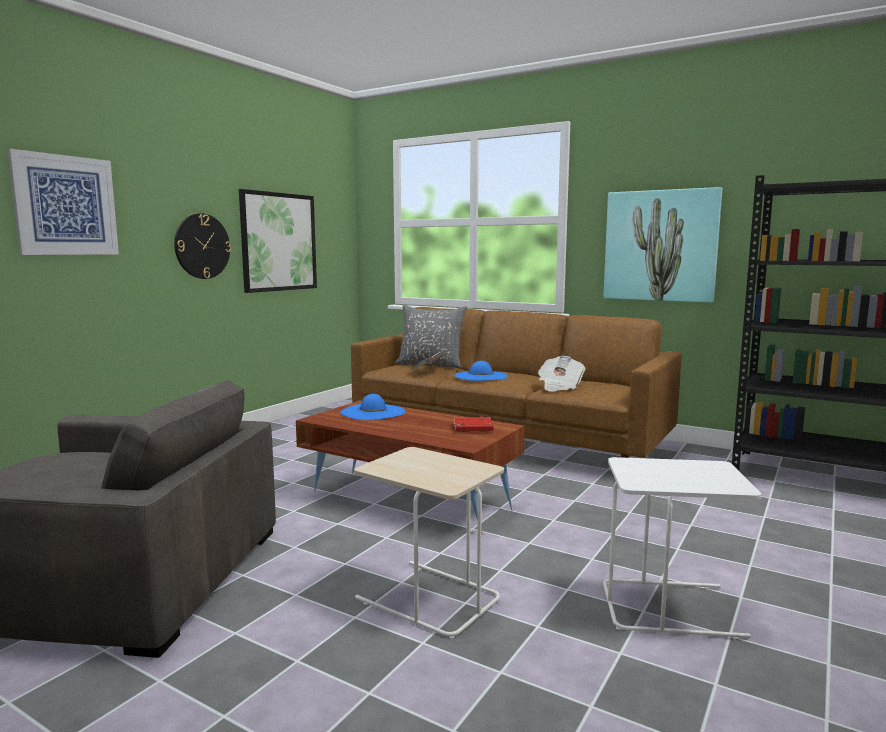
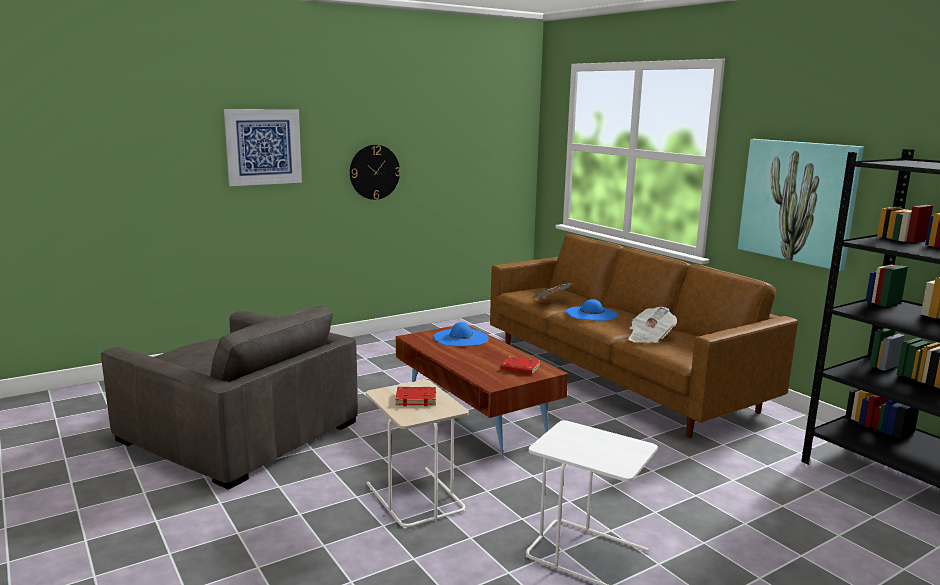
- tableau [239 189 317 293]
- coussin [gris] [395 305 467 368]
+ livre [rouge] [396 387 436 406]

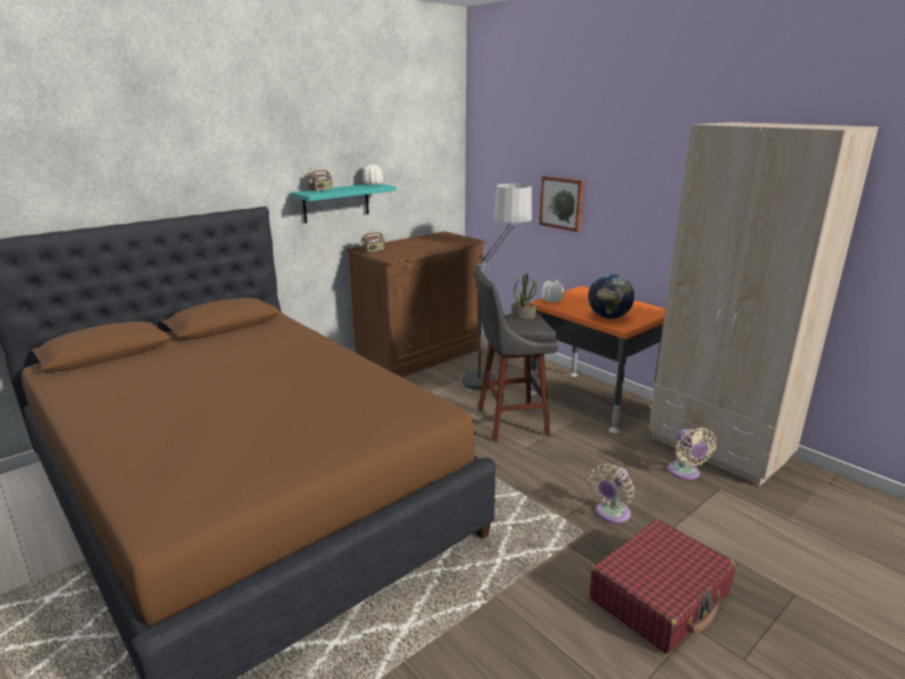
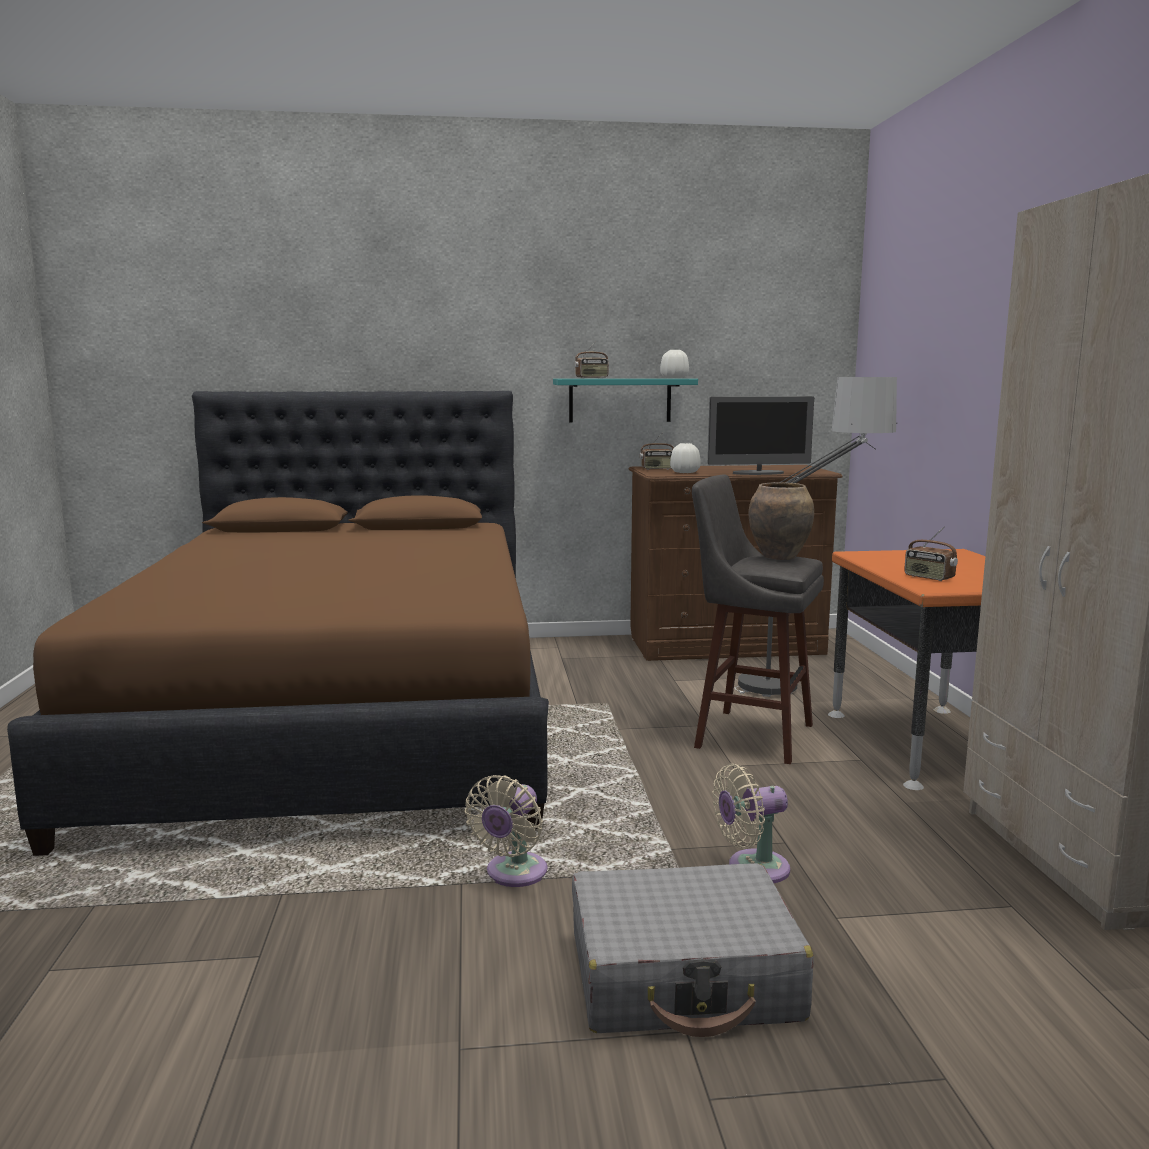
- tableau [539 176 584 232]
~ plante en pot [511 273 537 319] to vase [marron] [749 482 814 560]
~ globe [588 274 635 319] to radio [904 526 958 581]
~ vase [blanc] [541 279 564 302] to [670 443 701 473]
~ ventilateur [beige] [667 428 717 480] to [465 775 548 887]
~ valise [rouge] [590 519 735 654] to valise [gris] [572 863 814 1037]
+ écran d'ordinateur [708 396 814 475]

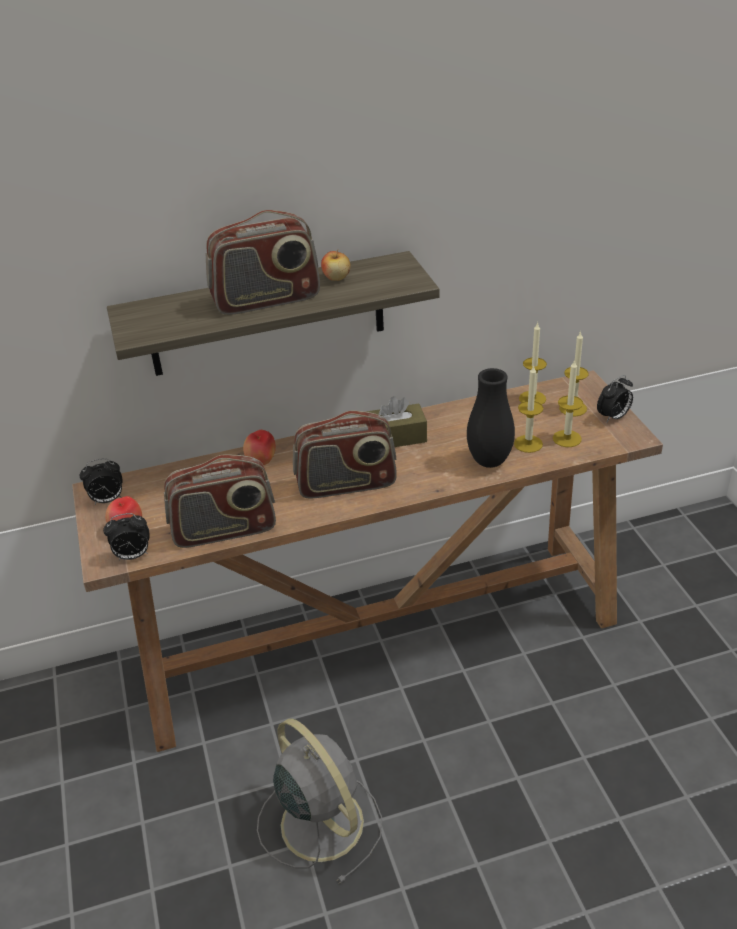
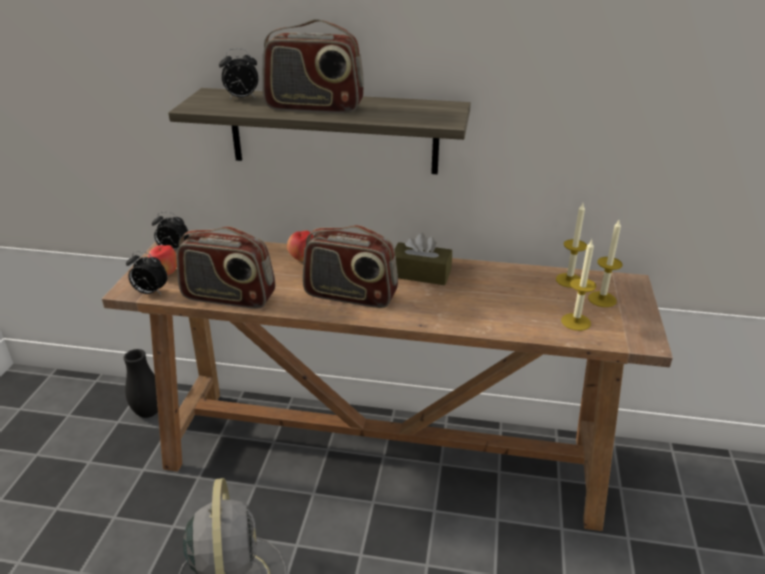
- pomme [321 251 351 281]
- bougie [514 365 543 453]
~ vase [noir] [467 368 515 468] to [124 349 158 418]
~ réveil [597 375 633 422] to [219 48 258 99]

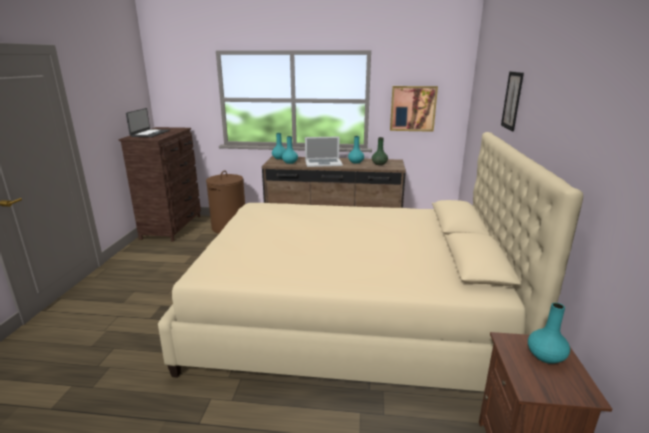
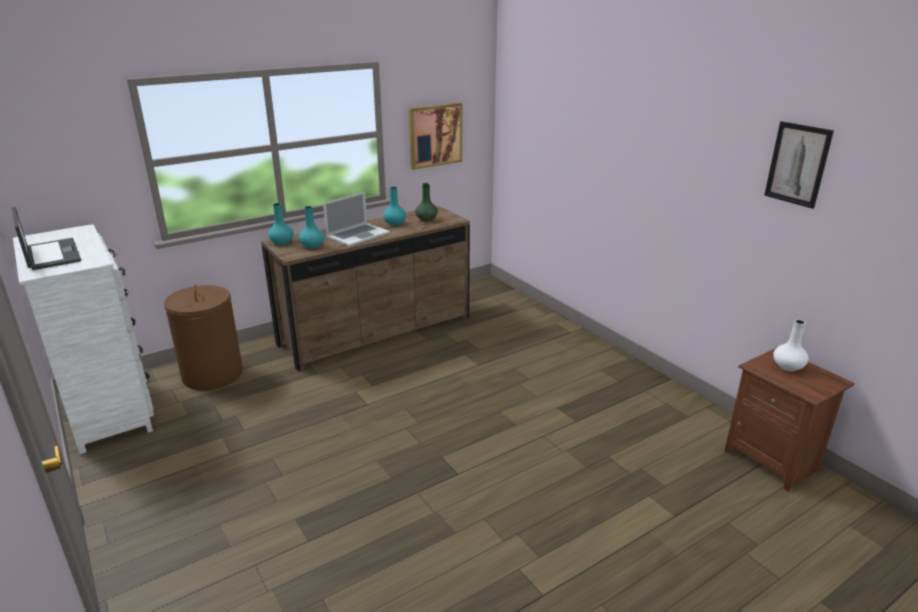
~ tableau [501 71 524 132] to [764 121 834 209]
~ commode [marron] [118 127 201 241] to commode [blanc] [13 224 154 454]
- lit [beige] [158 132 583 392]
~ vase [turquoise] [528 303 570 364] to vase [blanc] [773 320 809 371]

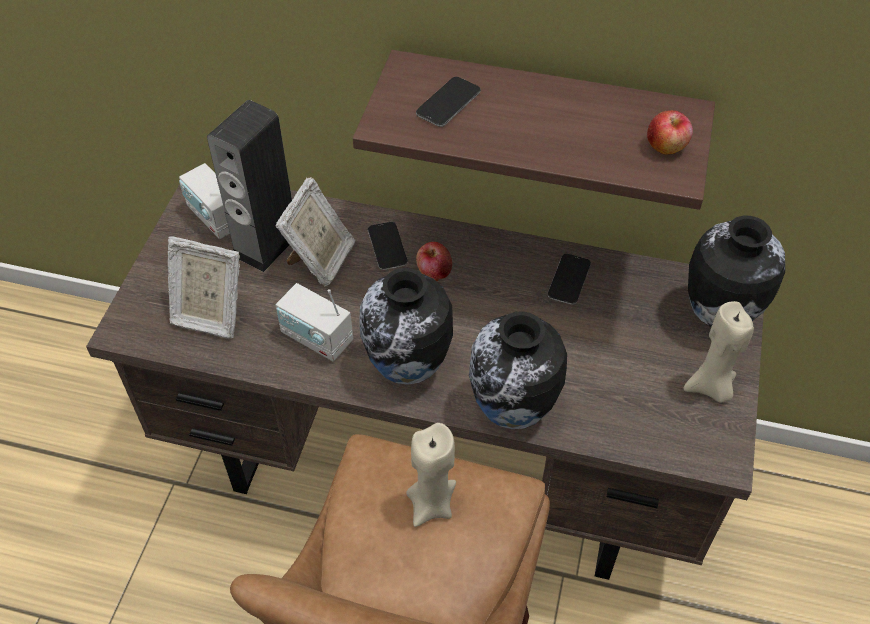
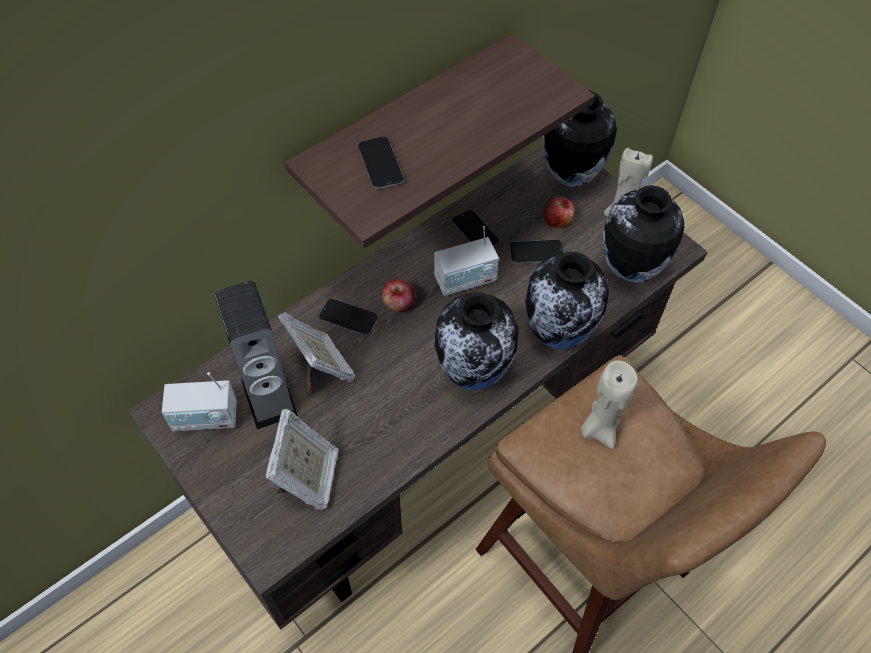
~ pomme [647 110 693 154] to [543 197 574 228]
~ cadre photo [168 237 240 339] = [266 409 339 510] 45 degrees counterclockwise
~ radio [276 283 353 362] to [434 226 499 296]
+ vase [603 185 684 283]
+ téléphone [510 240 564 263]

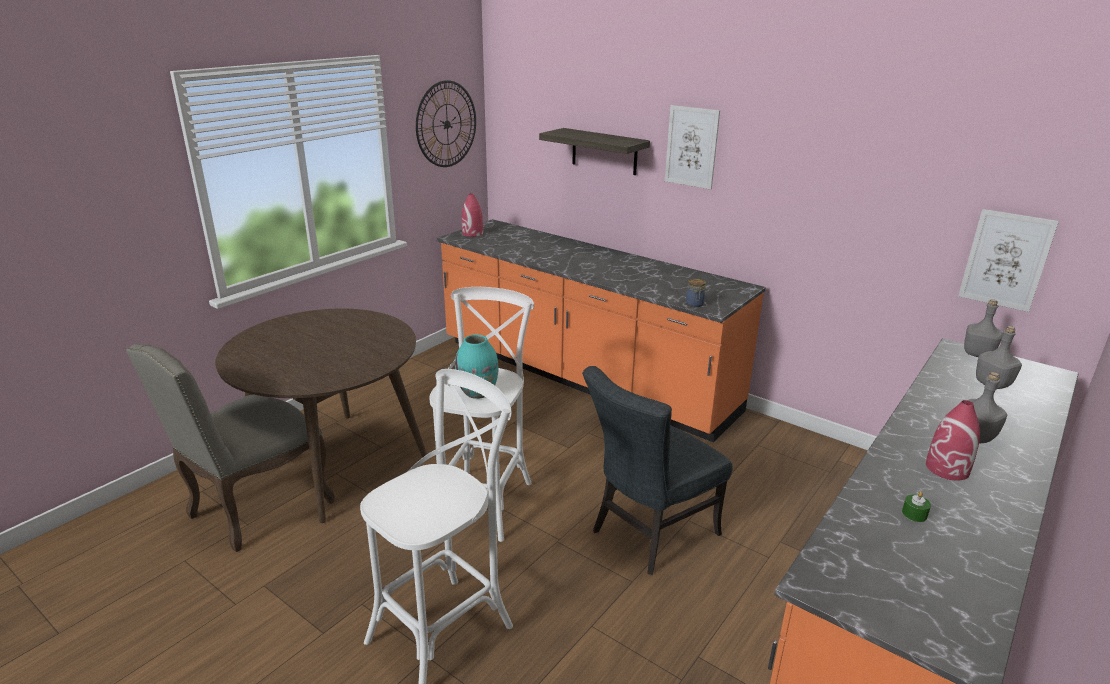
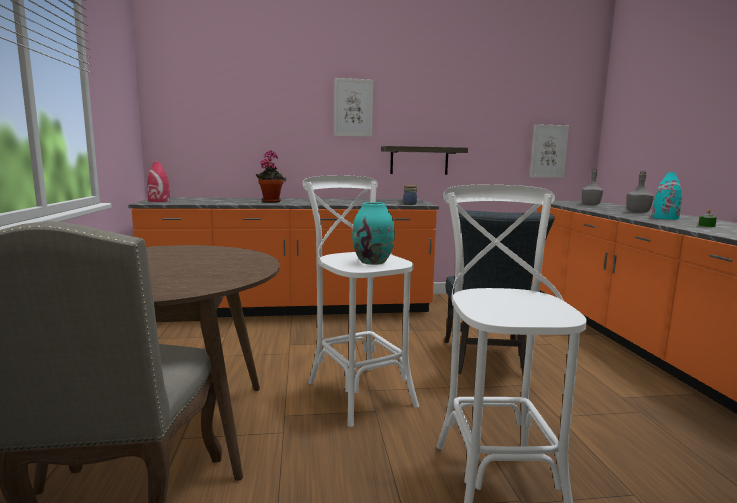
- horloge murale [416 80 476 167]
~ étagère [539 128 650 175] to [381 146 468 175]
- bouteille [gris] [964 299 1003 357]
~ vase [rouge] [926 400 980 481] to vase [turquoise] [652 172 682 220]
+ plante en pot [256 151 287 203]

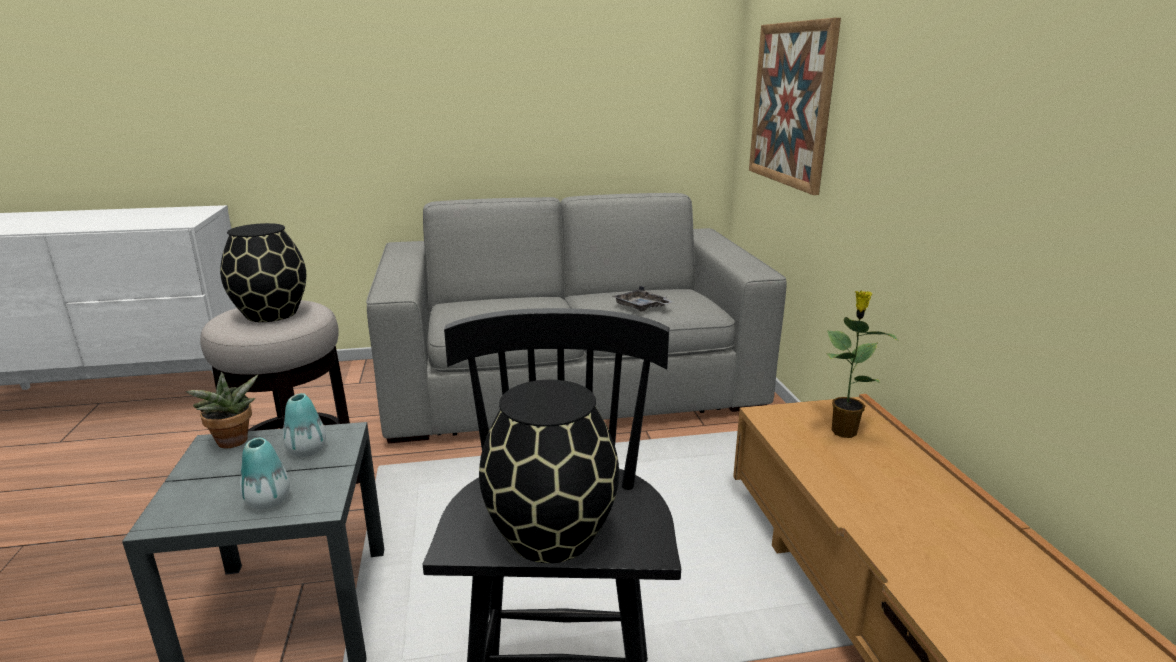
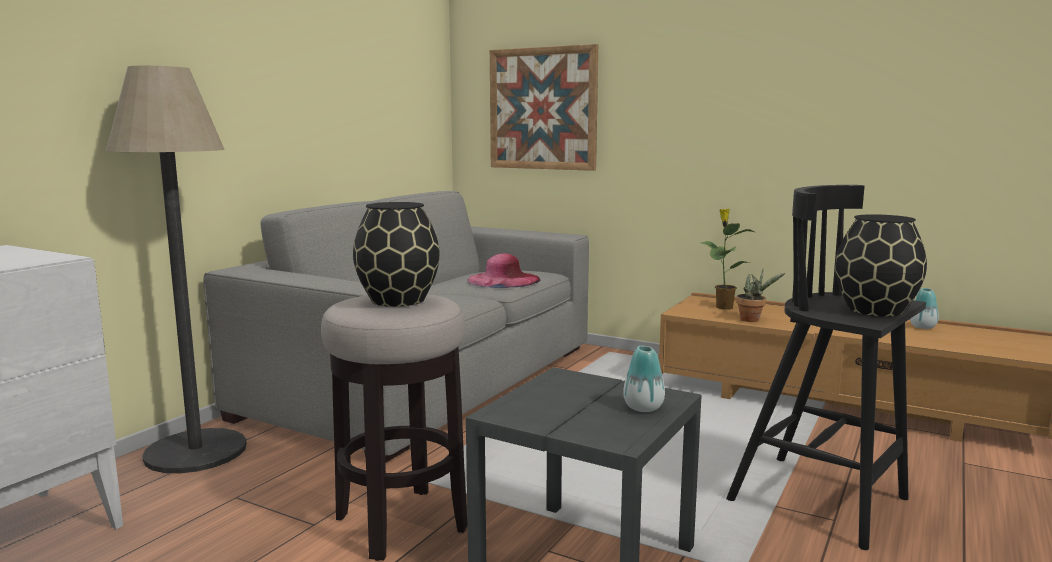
~ plateau [gris] [612 286 674 312] to chapeau [rose] [467 254 541 288]
~ plante en pot [185 372 258 448] to [736 269 785 322]
~ vase [283 393 326 457] to [910 288 939 329]
+ lampadaire [106 66 247 473]

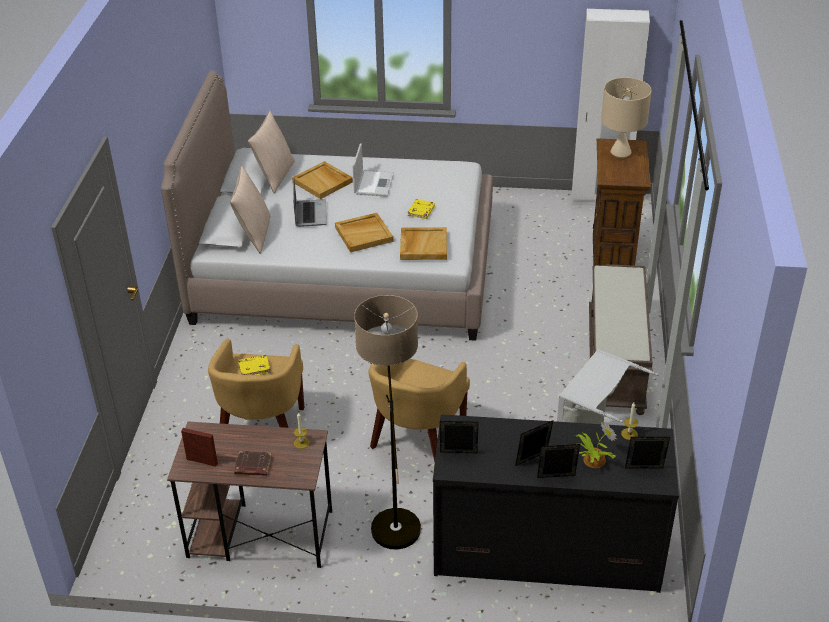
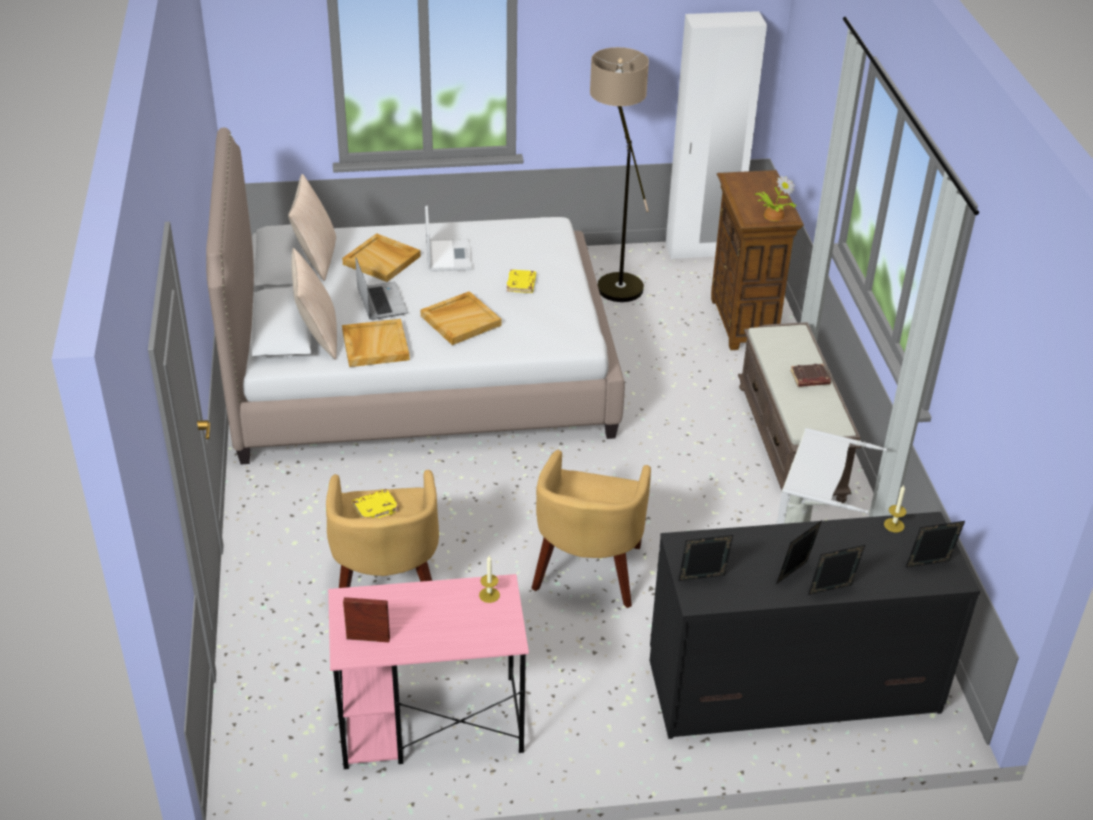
- lampe de table [beige] [601 78 652 158]
~ plateau [beige] [400 227 447 260] to [342 319 410 367]
~ lampadaire [354 295 421 550] to [590 47 649 302]
~ bureau [marron] [167 422 332 568] to bureau [rose] [328 574 529 769]
~ plante en pot [576 422 616 468] to [755 176 796 221]
~ livre [marron] [234 451 272 476] to [790 364 831 387]

